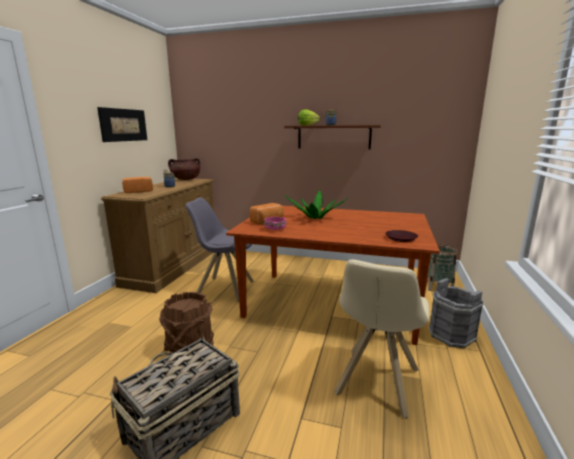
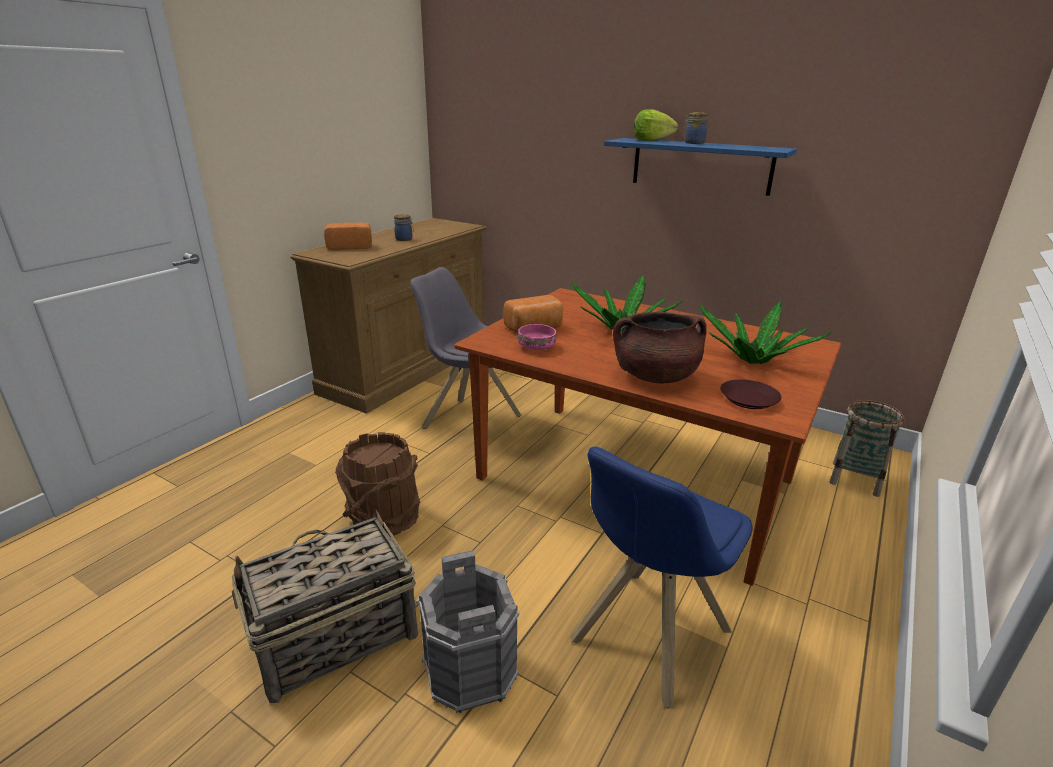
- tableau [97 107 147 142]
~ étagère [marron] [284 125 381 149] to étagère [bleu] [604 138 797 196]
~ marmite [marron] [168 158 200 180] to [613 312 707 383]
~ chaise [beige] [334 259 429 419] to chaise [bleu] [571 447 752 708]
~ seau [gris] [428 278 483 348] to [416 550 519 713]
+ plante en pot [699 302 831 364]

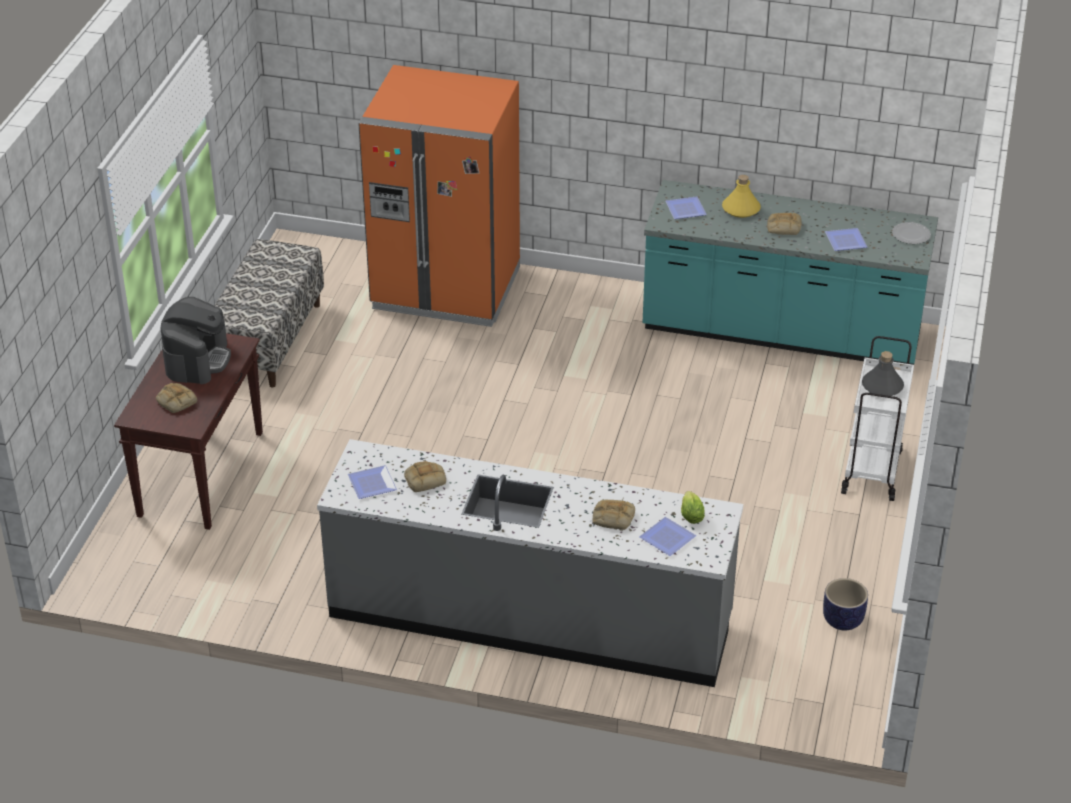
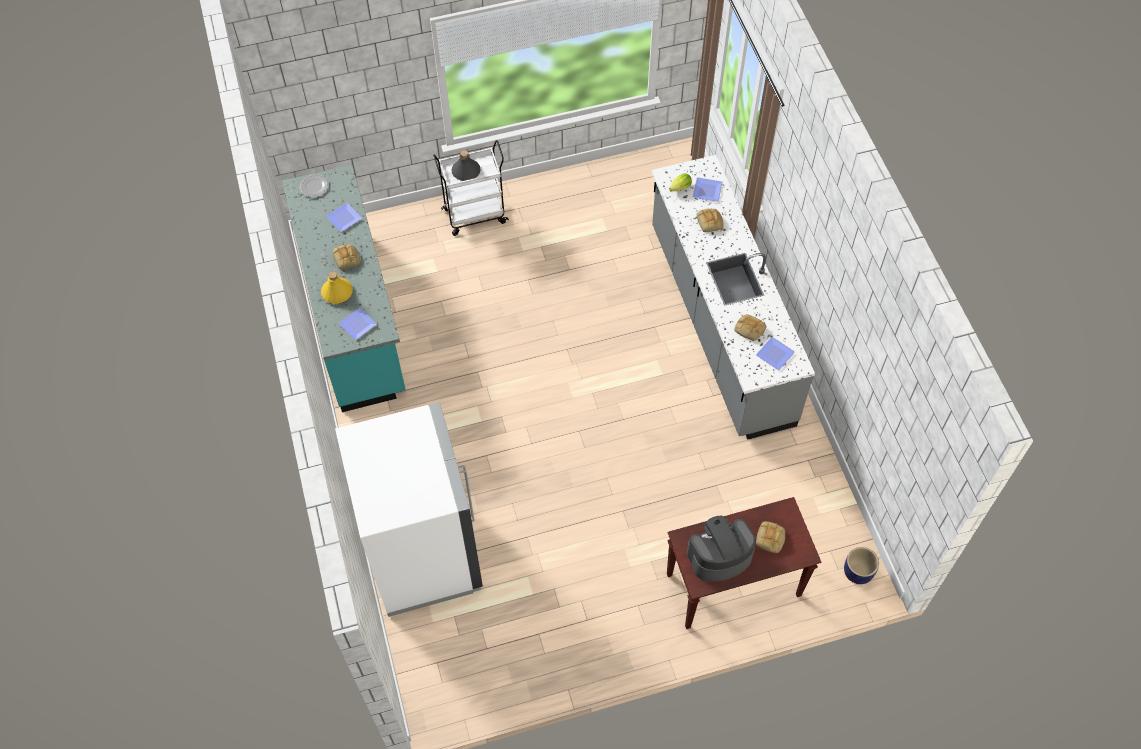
~ réfrigérateur [orange] [358 65 520 327] to réfrigérateur [blanc] [335 402 483 617]
- banc [214 239 324 387]
~ cache-pot [823 578 868 630] to [844 547 879 584]

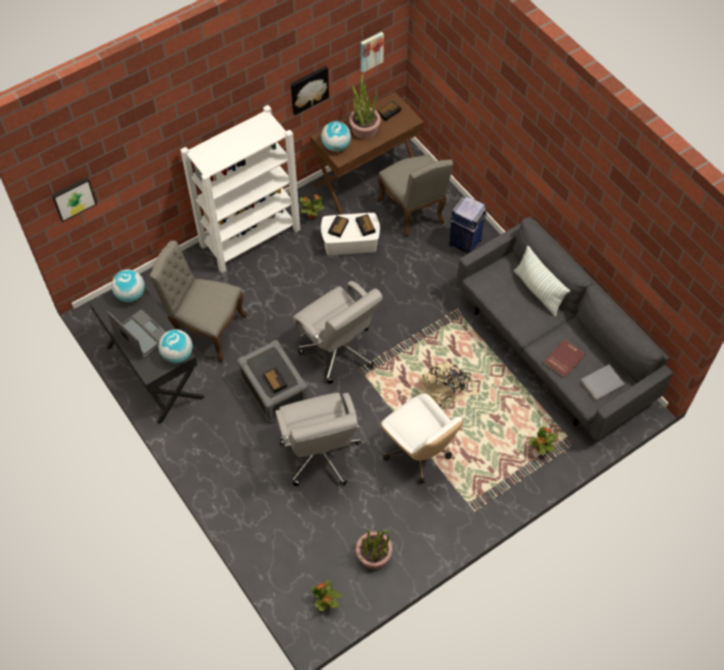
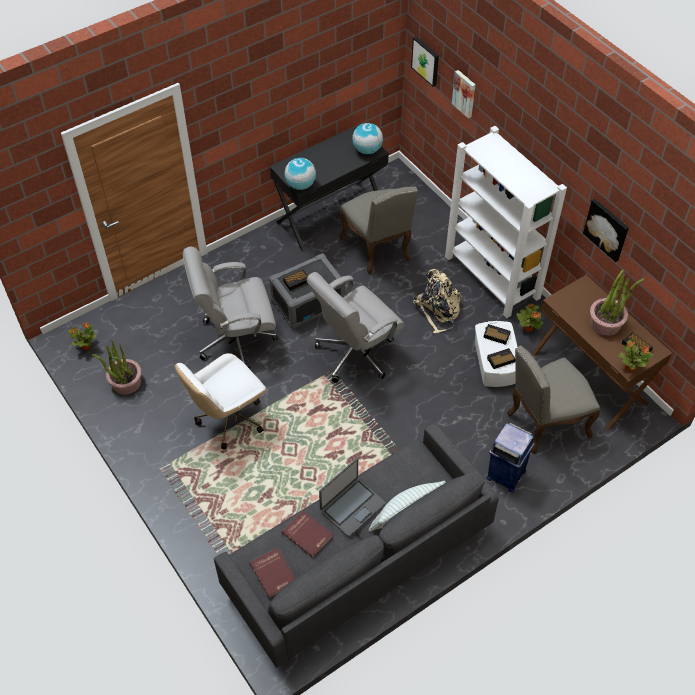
~ tableau [361 32 384 73] to [452 70 476 118]
- globe [321 121 351 152]
~ chaise [gris] [150 240 247 363] = [340 187 418 274] 135 degrees clockwise
~ ordinateur portable [107 310 166 358] to [319 458 385 537]
~ sac à dos [beige] [422 361 478 410] to [413 269 462 333]
~ livre [gris] [580 364 625 401] to livre [rouge] [249 548 295 598]
~ plante en pot [529 427 557 455] to [618 340 653 372]

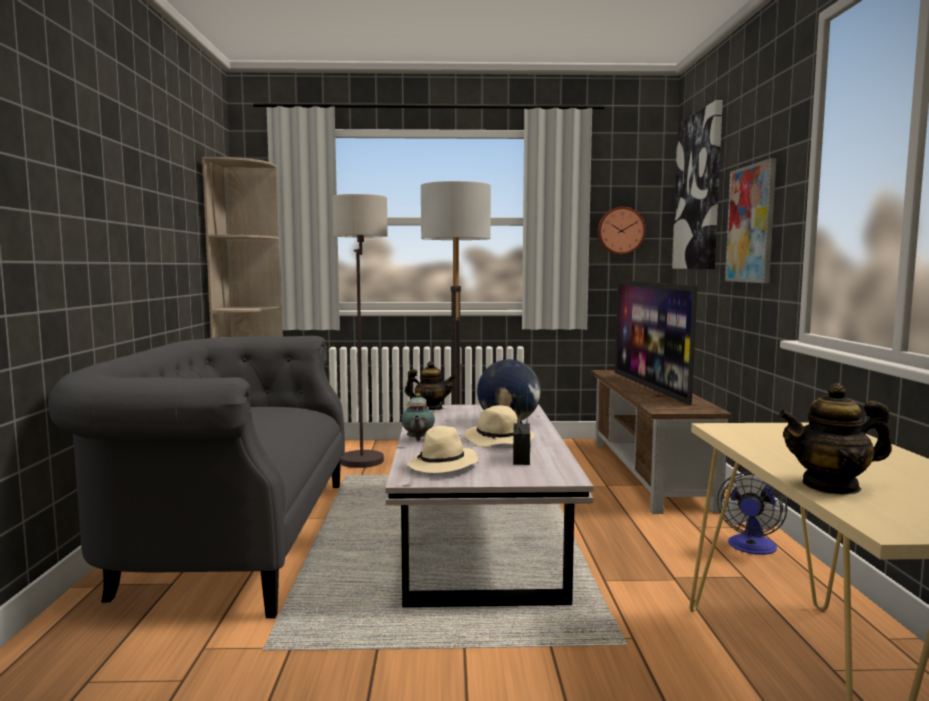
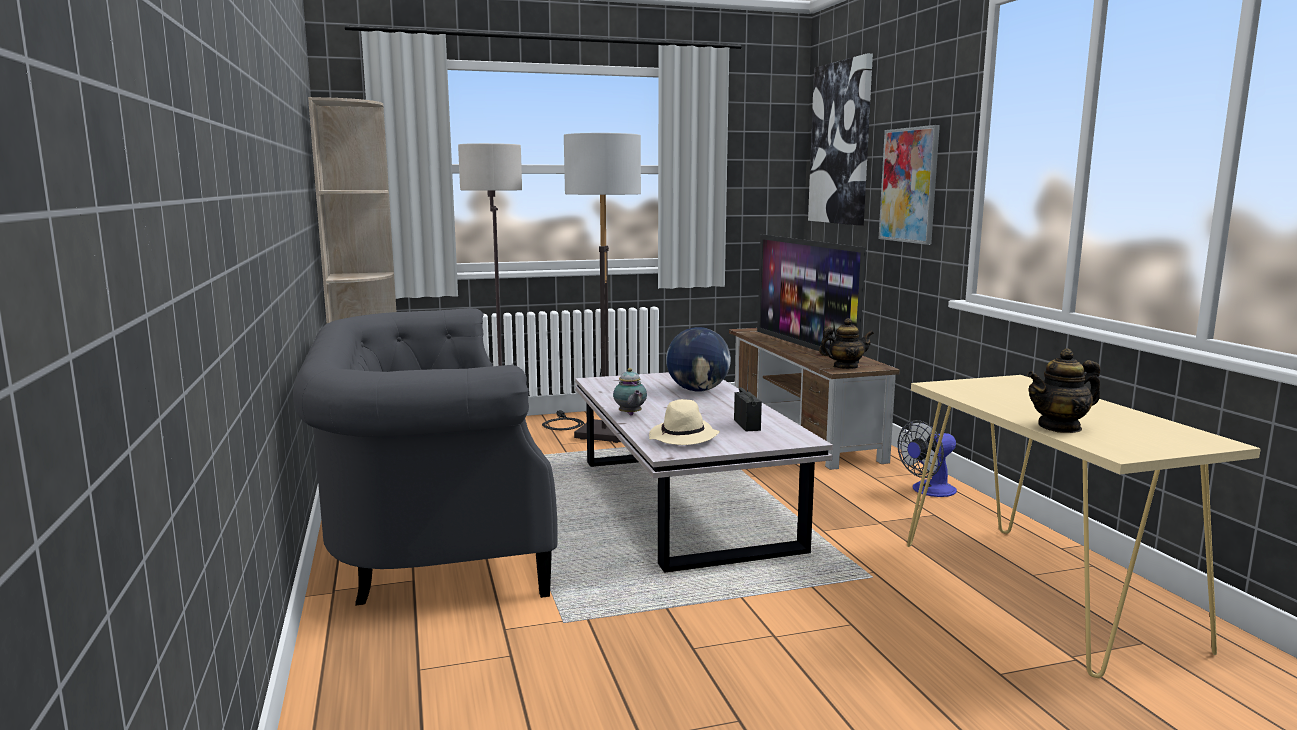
- horloge murale [597 207 646 255]
~ théière [405 361 456 410] to [819 318 874 369]
- chapeau [beige] [464 405 534 447]
~ ventilateur [717 473 787 555] = [897 420 957 497] 45 degrees clockwise

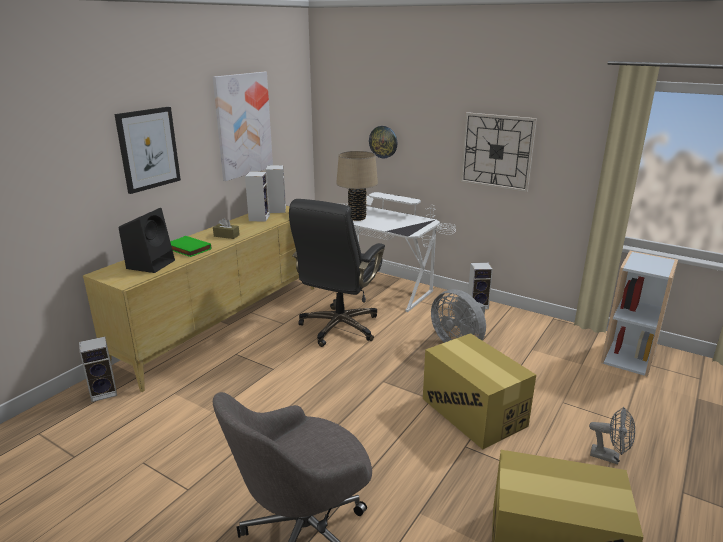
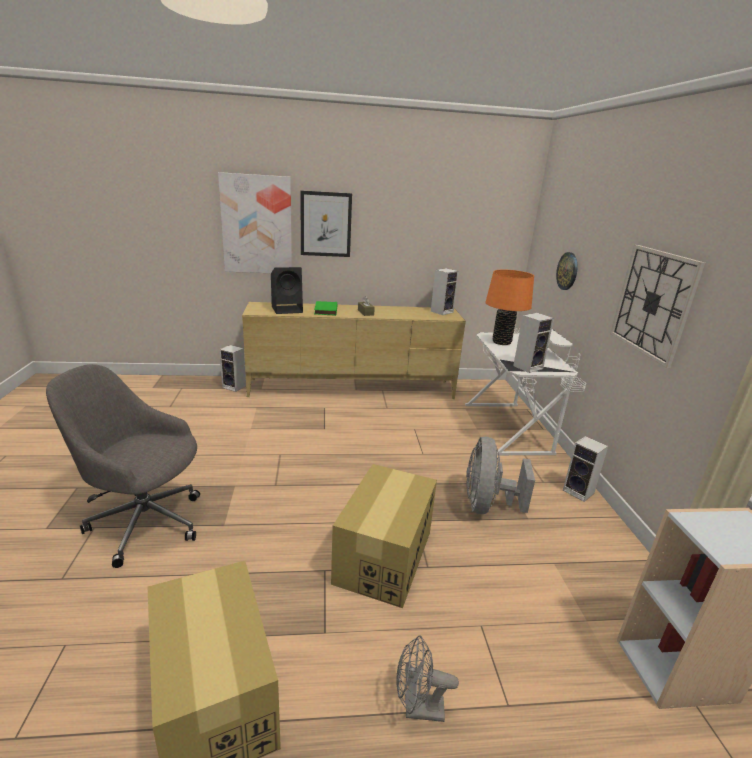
~ tableau [213 72 273 181] to [218 172 292 273]
~ lampe de table [beige] [336 151 378 221] to lampe de table [orange] [486 270 534 345]
~ enceinte [245 171 270 222] to [513 313 554 373]
- chaise de bureau [noir] [289 199 385 347]
~ ventilateur [gris] [589 407 635 465] = [396 635 459 722] 105 degrees clockwise

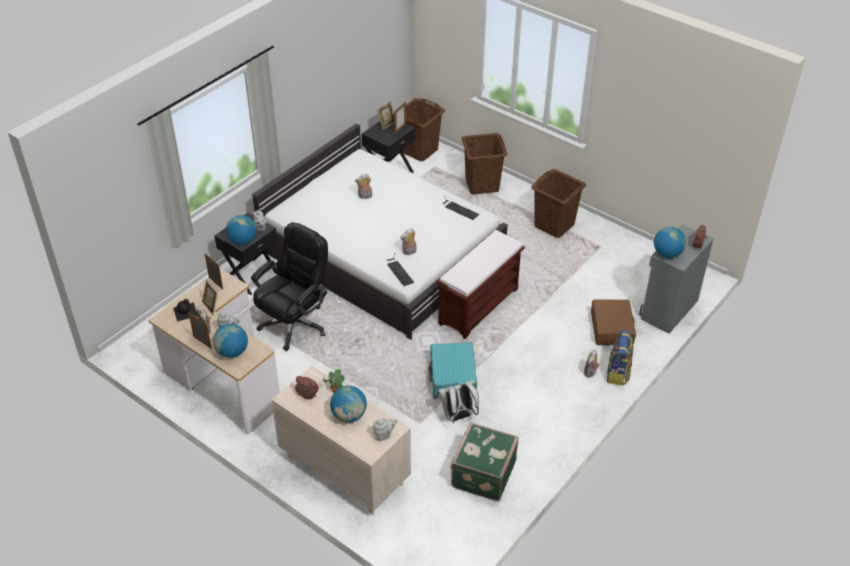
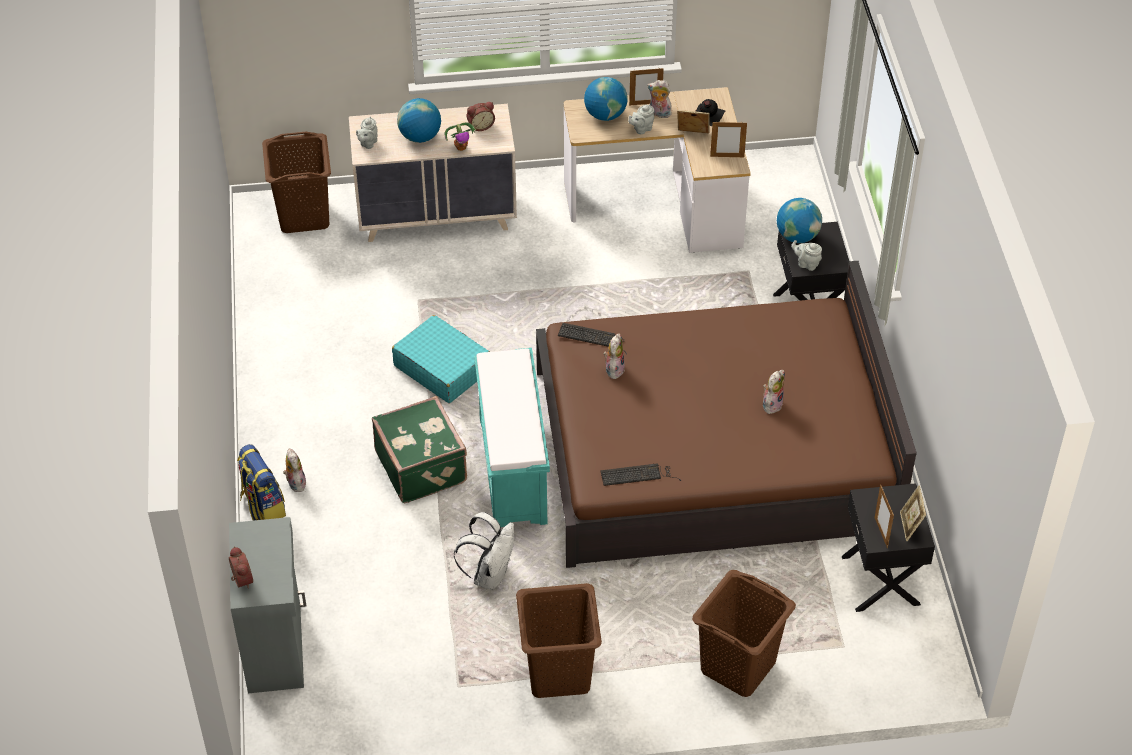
~ panier à linge [marron] [402 98 445 161] to [262 132 331 233]
~ lit [blanc] [252 124 508 340] to lit [marron] [536 261 917 568]
- chaise de bureau [noir] [251 222 328 351]
- globe [654 227 686 258]
~ banc [marron] [436 230 525 339] to banc [turquoise] [474 348 550 527]
- valise [marron] [591 299 636 345]
~ sac à dos [blanc] [438 380 479 423] to [454 512 514 590]
~ valise [vert] [450 422 519 501] to [372 396 467 503]

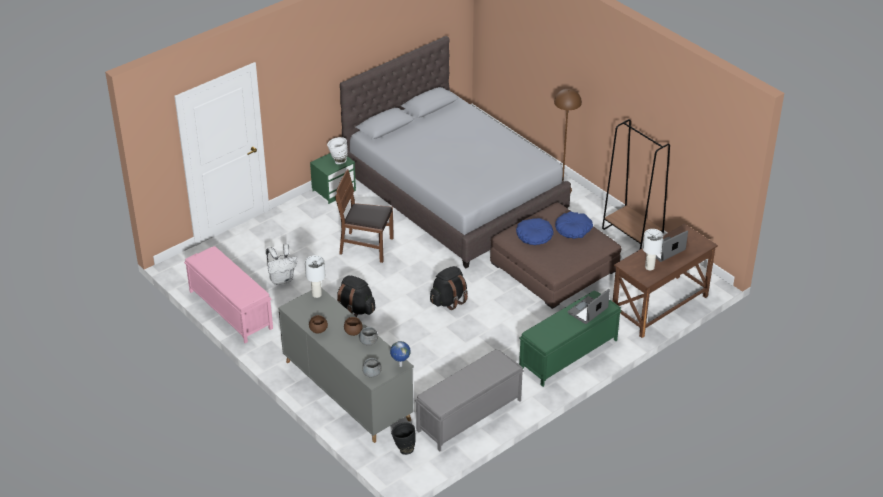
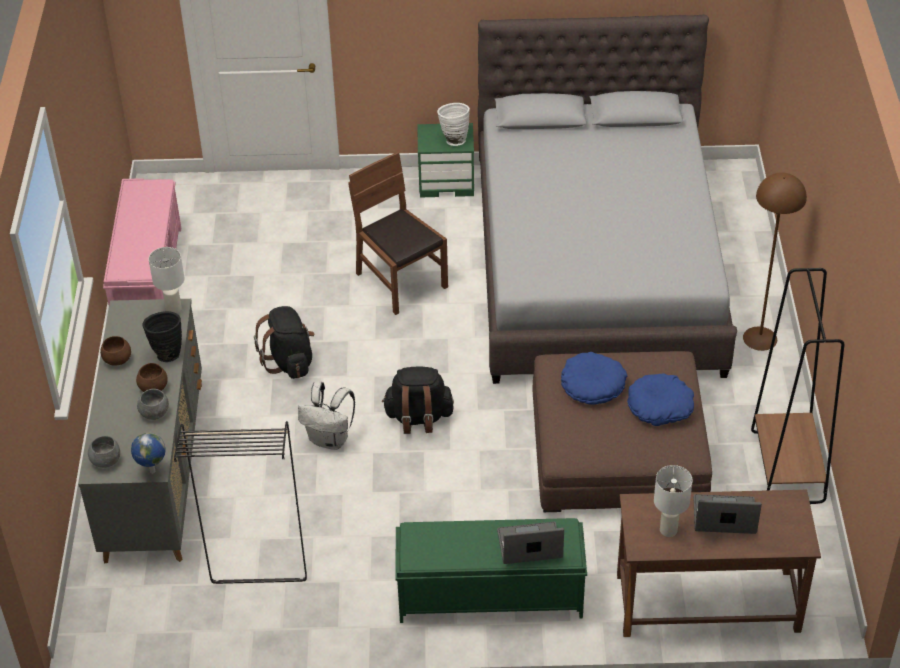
~ sac à dos [blanc] [266 244 297 285] to [298 381 355 450]
~ banc [gris] [415 349 524 451] to portant [noir] [174 421 307 584]
~ vase [noir] [391 422 416 455] to [142 311 182 362]

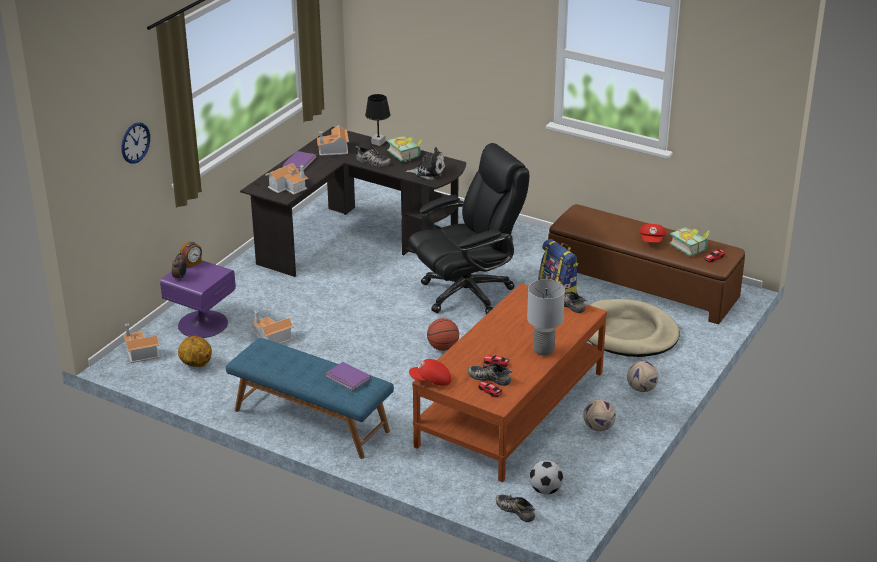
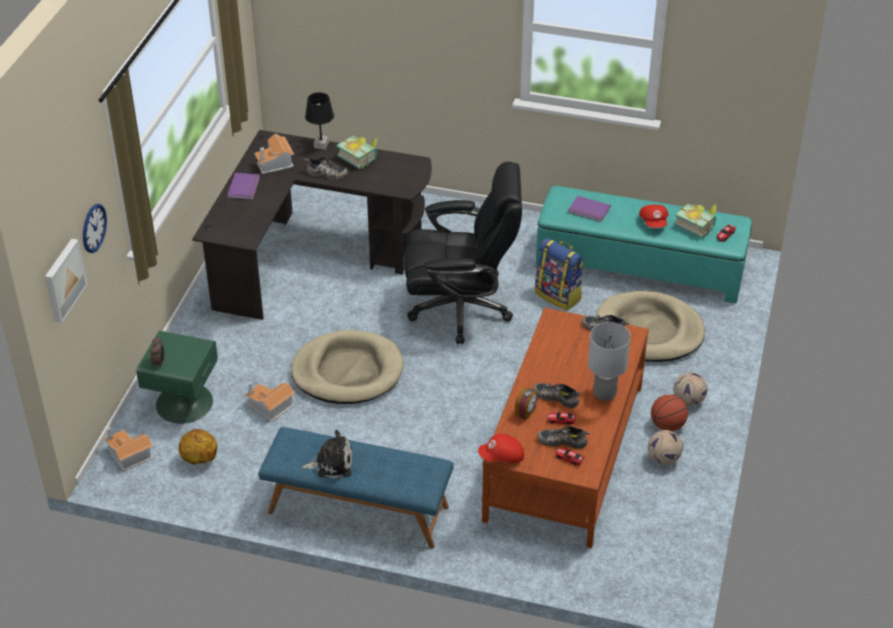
~ chaise de bureau [noir] [409 143 529 315] = [404 162 522 344] 45 degrees clockwise
~ peluche [406 147 446 180] to [301 430 352 479]
- maison miniature [265 163 308 194]
~ banc [marron] [548 204 745 324] to banc [turquoise] [536 186 752 303]
~ réveil [180 241 202 268] to [515 387 538 420]
~ table de chevet [violet] [160 260 236 338] to table de chevet [vert] [136 331 218 423]
~ ballon de basket [427 318 459 351] to [651 395 688 431]
~ livre [violet] [325 362 371 391] to [568 196 611 222]
- ballon de foot [529 460 563 495]
~ chaussure [496 494 536 522] to [533 383 581 408]
+ tableau [45 239 87 323]
+ panier pour chien [beige] [291 330 404 404]

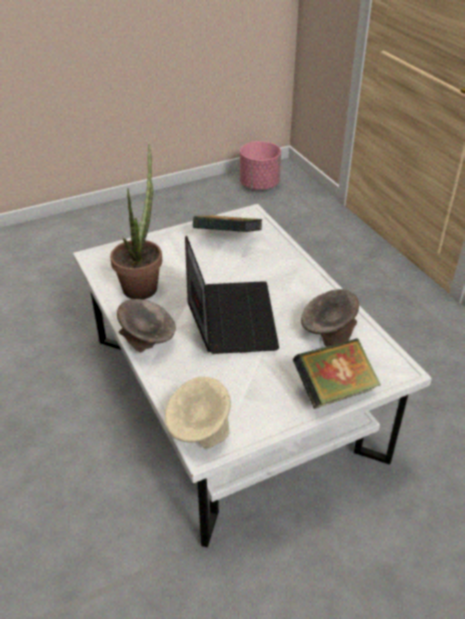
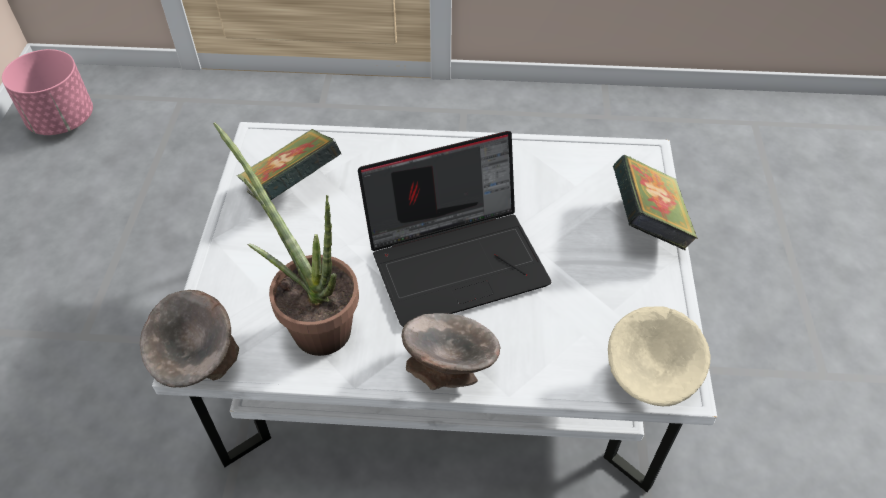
~ ordinateur portable [185 236 279 354] = [358 131 551 327] 135 degrees clockwise
~ bol [gris] [301 289 359 346] to [140 290 239 387]

